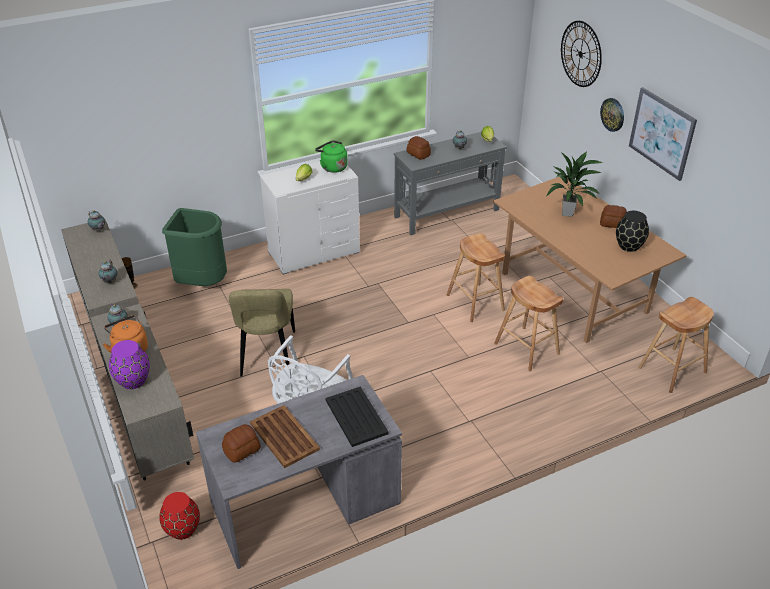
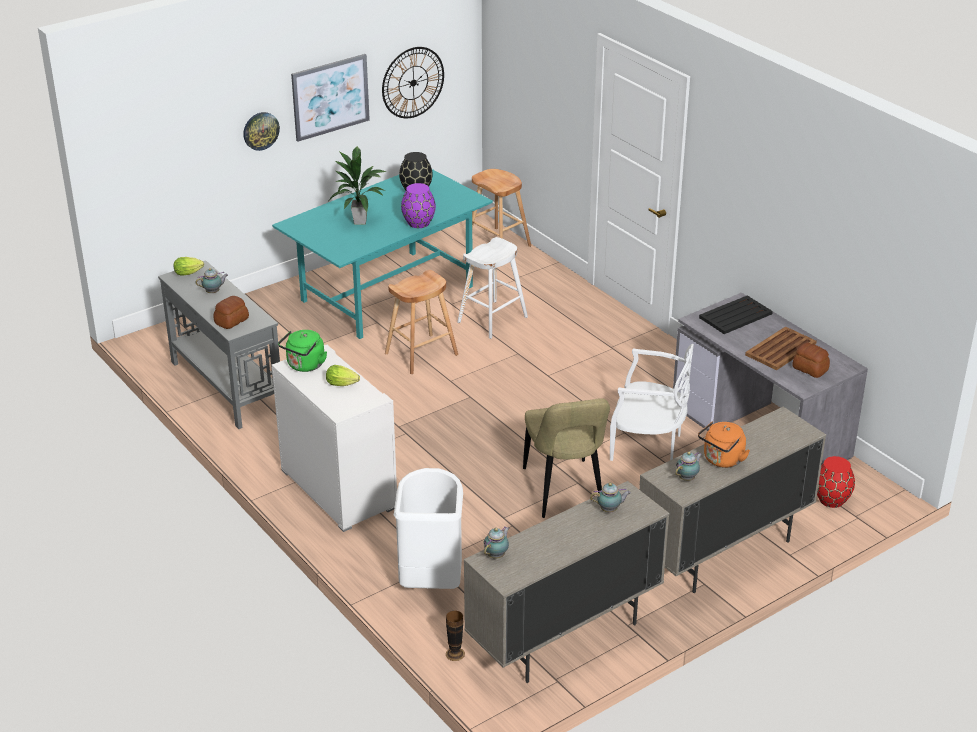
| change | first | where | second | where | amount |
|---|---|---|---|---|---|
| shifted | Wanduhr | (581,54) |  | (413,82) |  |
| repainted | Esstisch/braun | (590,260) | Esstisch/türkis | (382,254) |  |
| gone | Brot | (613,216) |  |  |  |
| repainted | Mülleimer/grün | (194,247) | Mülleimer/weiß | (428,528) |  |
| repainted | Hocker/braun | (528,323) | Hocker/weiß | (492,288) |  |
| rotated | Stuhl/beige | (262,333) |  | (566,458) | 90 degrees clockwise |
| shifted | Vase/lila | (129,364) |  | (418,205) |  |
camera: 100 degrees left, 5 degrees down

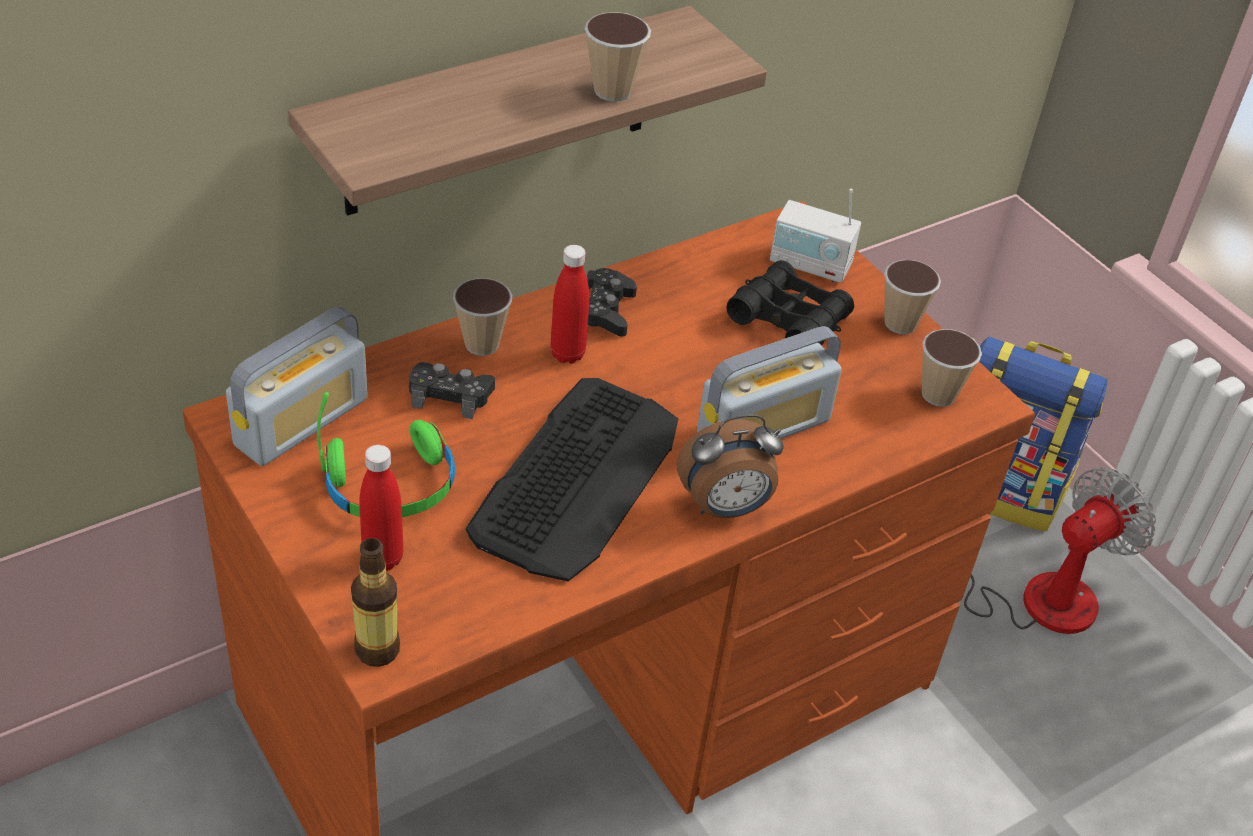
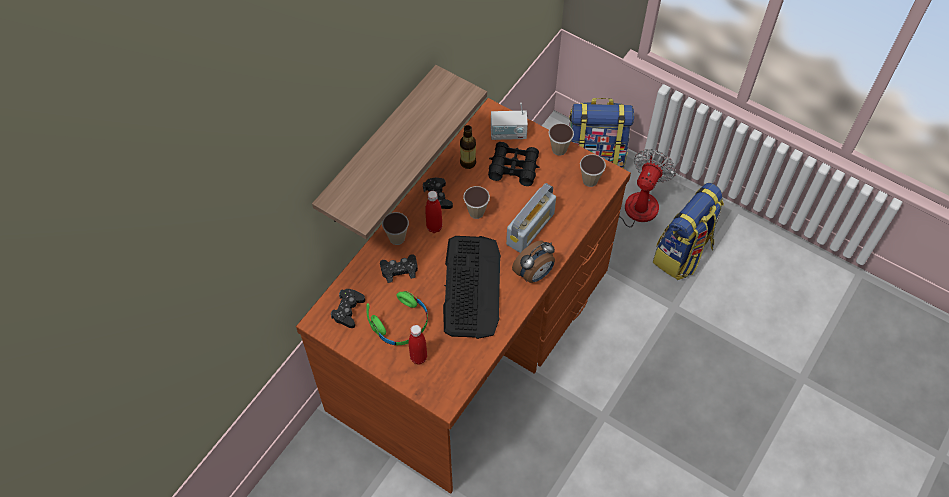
| change | first | where | second | where | amount |
|---|---|---|---|---|---|
| shifted | Tasse | (618,57) |  | (476,202) |  |
| swapped | Radio | (297,386) | Gamepad/schwarz | (348,308) |  |
| shifted | Flasche | (375,602) |  | (468,147) |  |
| new |  |  | Rucksack | (688,231) |  |
camera: 20 degrees left, 15 degrees up

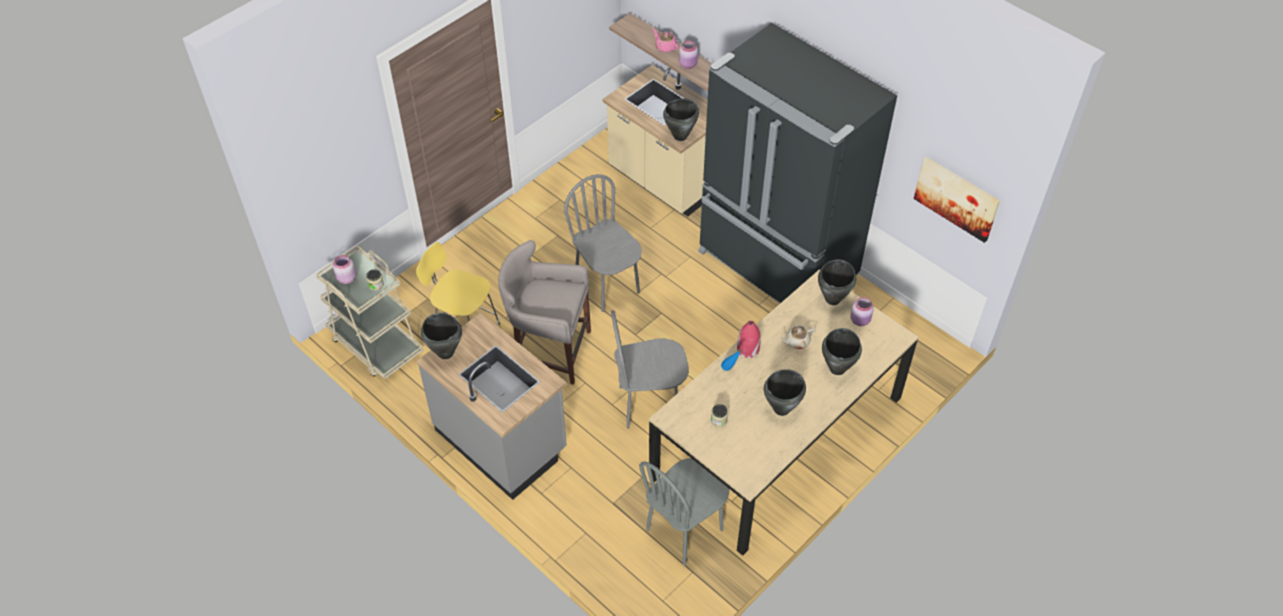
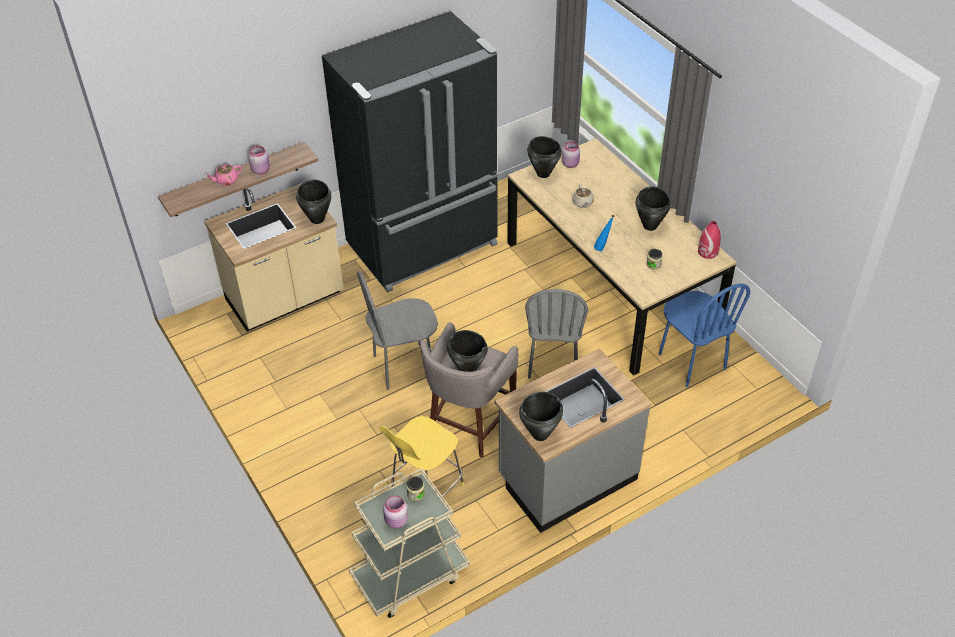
| change | first | where | second | where | amount |
|---|---|---|---|---|---|
| gone | Bild | (957,200) |  |  |  |
| shifted | Vase/rot | (749,339) |  | (709,240) |  |
| shifted | Kochtopf/schwarz | (842,351) |  | (467,351) |  |
| repainted | Stuhl/grau | (684,512) | Stuhl/blau | (704,335) |  |
camera: 75 degrees left, 5 degrees down

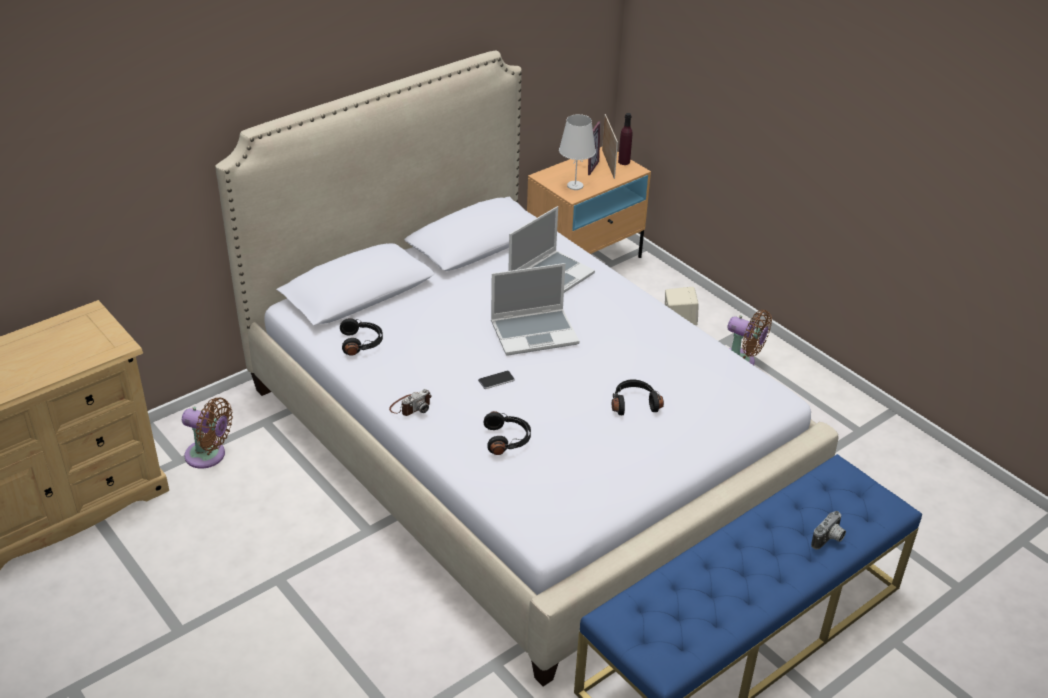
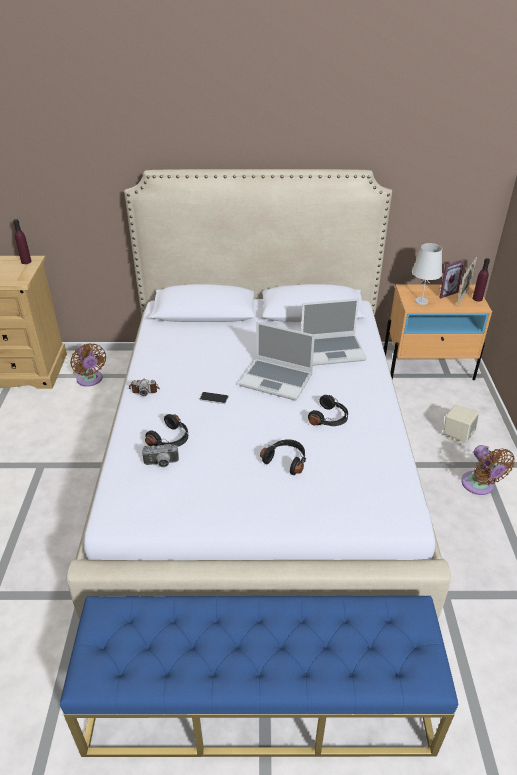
| change | first | where | second | where | amount |
|---|---|---|---|---|---|
| shifted | Kopfhörer/schwarz | (361,337) |  | (328,410) |  |
| shifted | Kamera | (828,530) |  | (160,455) |  |
| new |  |  | Flasche/lila | (22,241) |  |
camera: 40 degrees right, 0 degrees up

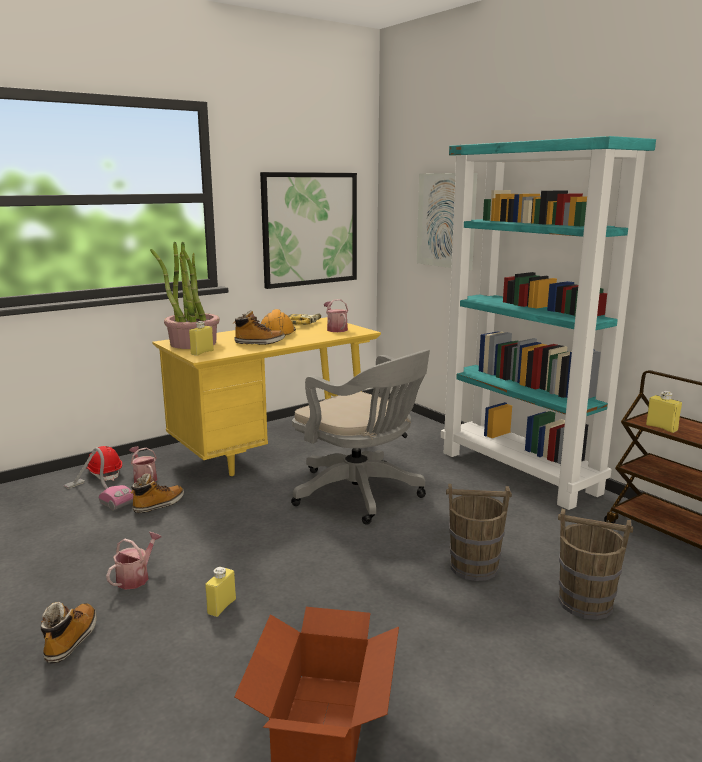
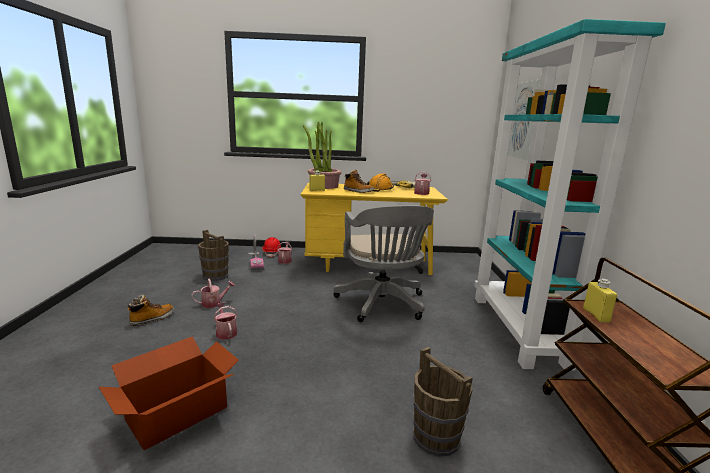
| change | first | where | second | where | amount |
|---|---|---|---|---|---|
| gone | Bild | (308,230) |  |  |  |
| gone | Stiefel | (157,493) |  |  |  |
| shifted | Eimer/braun | (479,532) |  | (213,255) |  |
| swapped | Flasche/gelb | (220,592) | Gießkanne | (226,321) |  |
camera: 35 degrees right, 0 degrees up

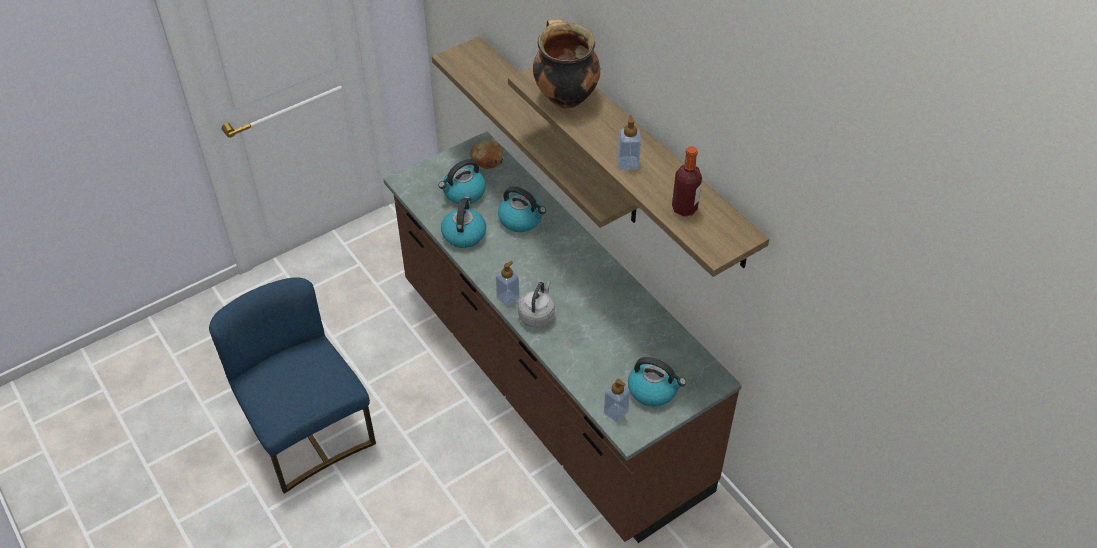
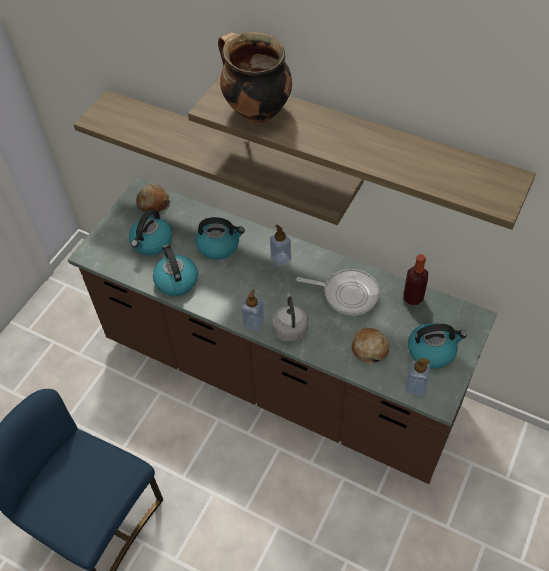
| change | first | where | second | where | amount |
|---|---|---|---|---|---|
| shifted | Seifenspender | (629,142) |  | (280,245) |  |
| shifted | Flasche | (687,181) |  | (415,279) |  |
| new |  |  | Pfanne | (338,292) |  |
| new |  |  | Brot | (370,346) |  |
camera: 25 degrees left, 5 degrees up

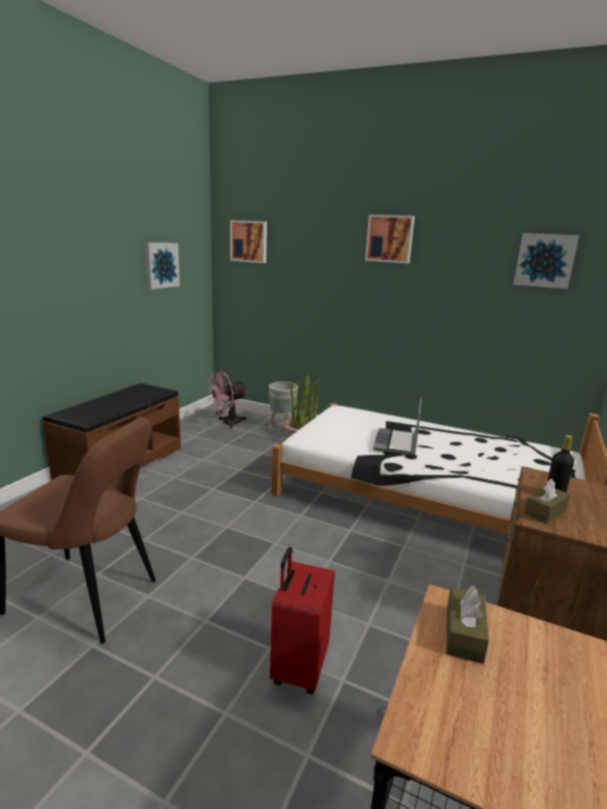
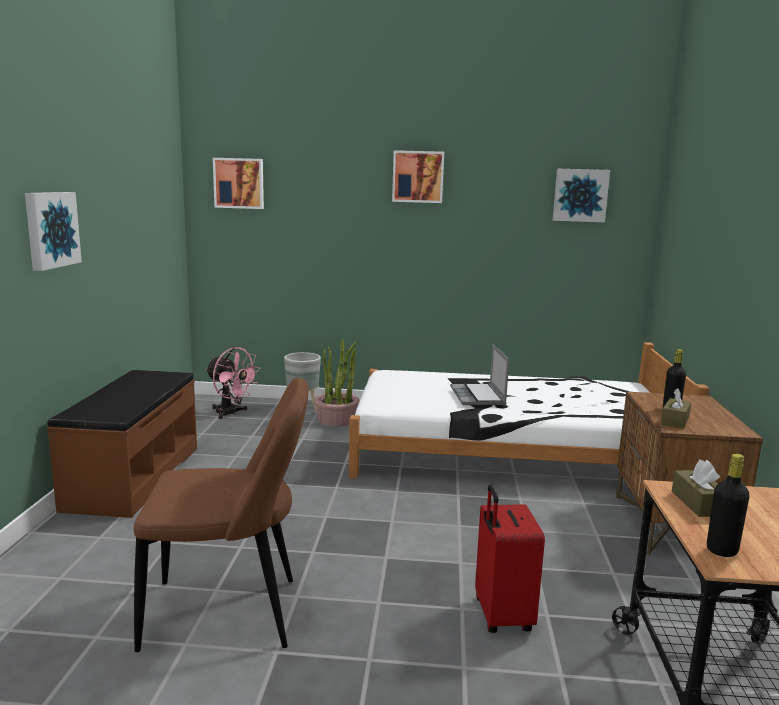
| change | first | where | second | where | amount |
|---|---|---|---|---|---|
| shifted | Bild | (162,266) |  | (53,231) |  |
| rotated | Ventilator/rosa | (227,400) |  | (233,383) | 90 degrees counterclockwise |
| new |  |  | Flasche/schwarz | (728,505) |  |
camera: 20 degrees left, 5 degrees down

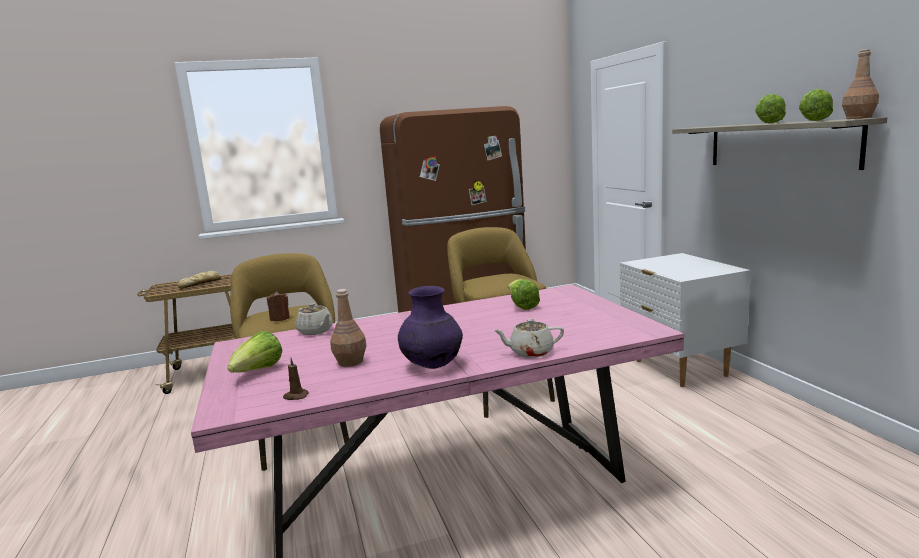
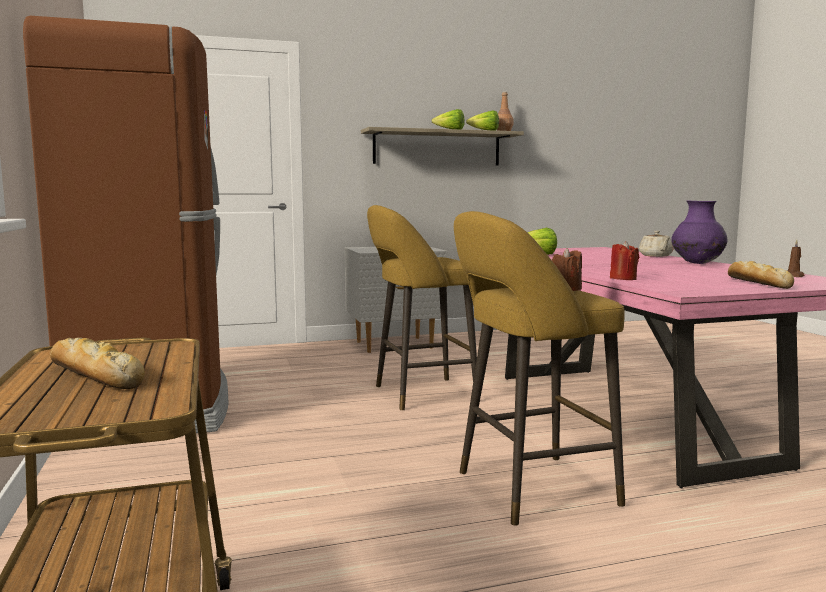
| change | first | where | second | where | amount |
|---|---|---|---|---|---|
| gone | Flasche/braun | (348,328) |  |  |  |
| swapped | Teekanne/beige | (314,319) | Kerze/rot | (624,260) |  |
| swapped | Salatkopf | (255,352) | Brot | (761,275) |  |
camera: 90 degrees left, 5 degrees down

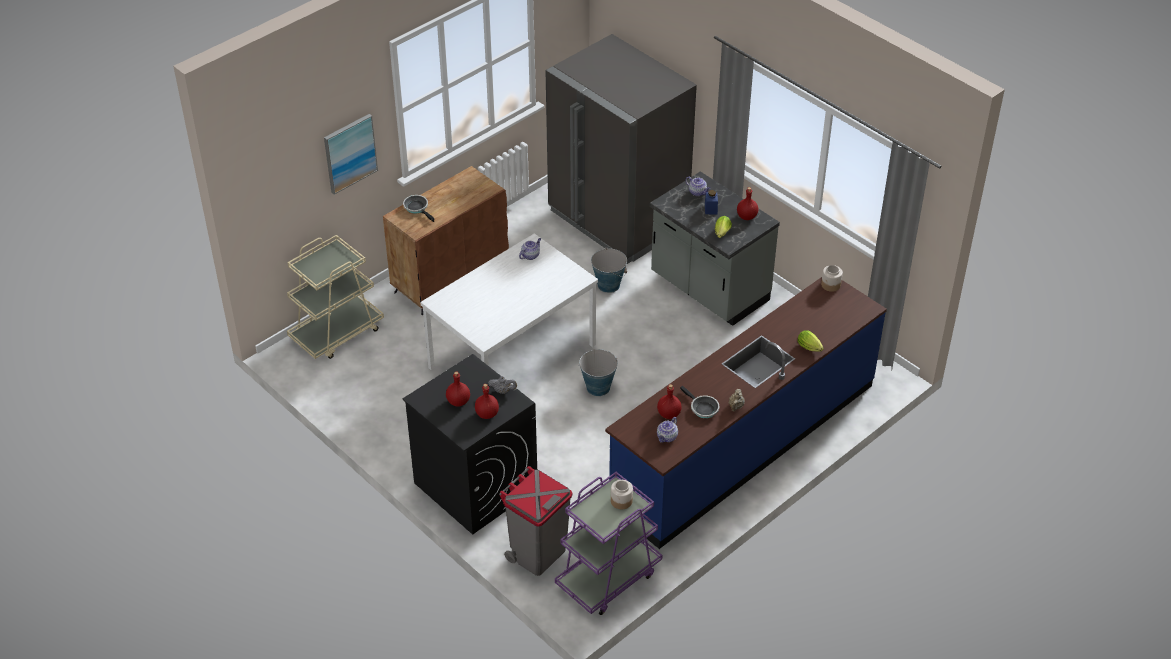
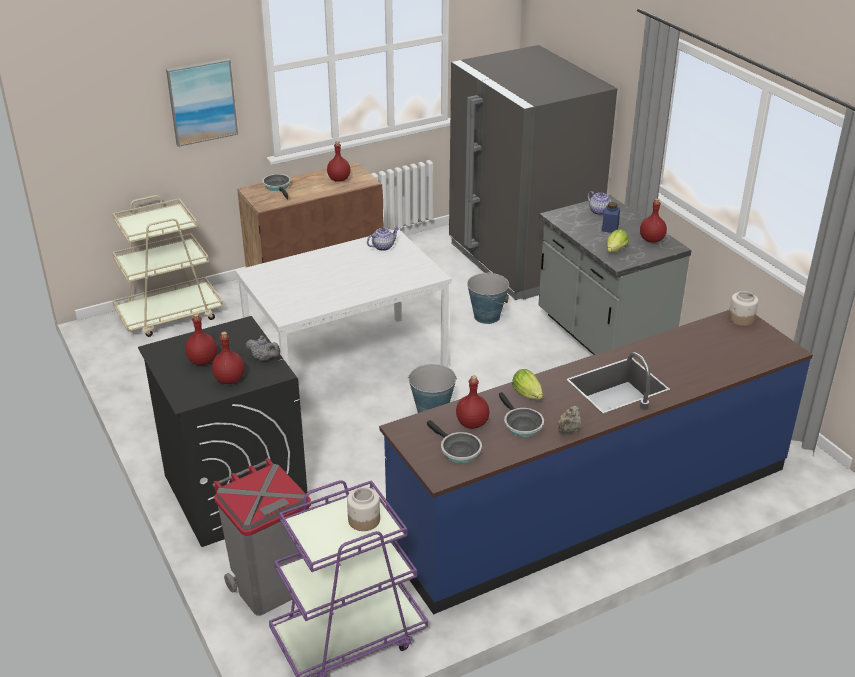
| change | first | where | second | where | amount |
|---|---|---|---|---|---|
| shifted | Salatkopf | (811,341) |  | (527,384) |  |
| swapped | Teekanne | (667,430) | Pfanne | (454,441) |  |
| new |  |  | Flasche/rot | (338,161) |  |
camera: 15 degrees right, 10 degrees down

